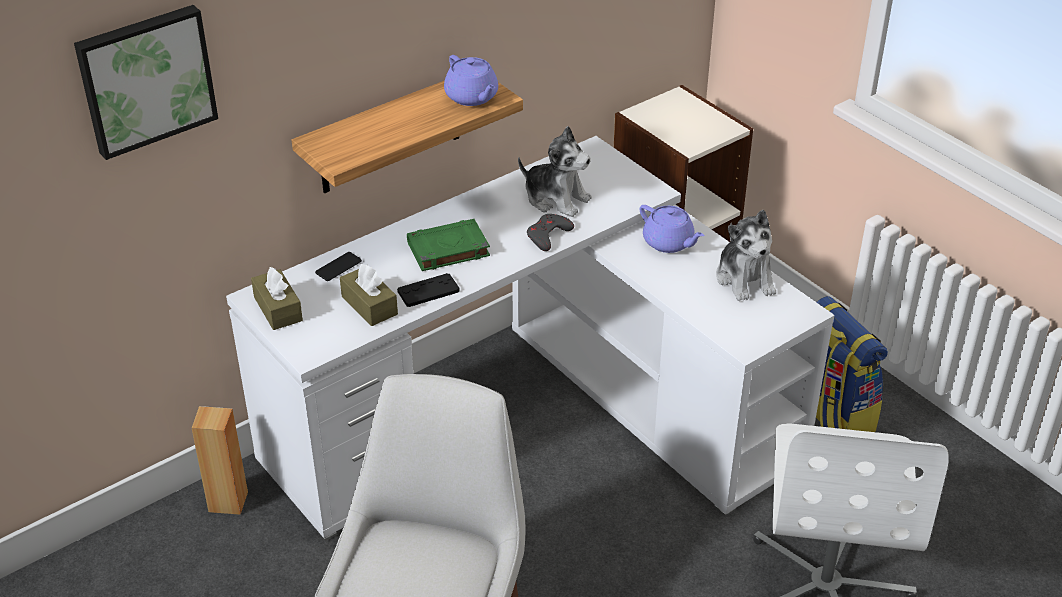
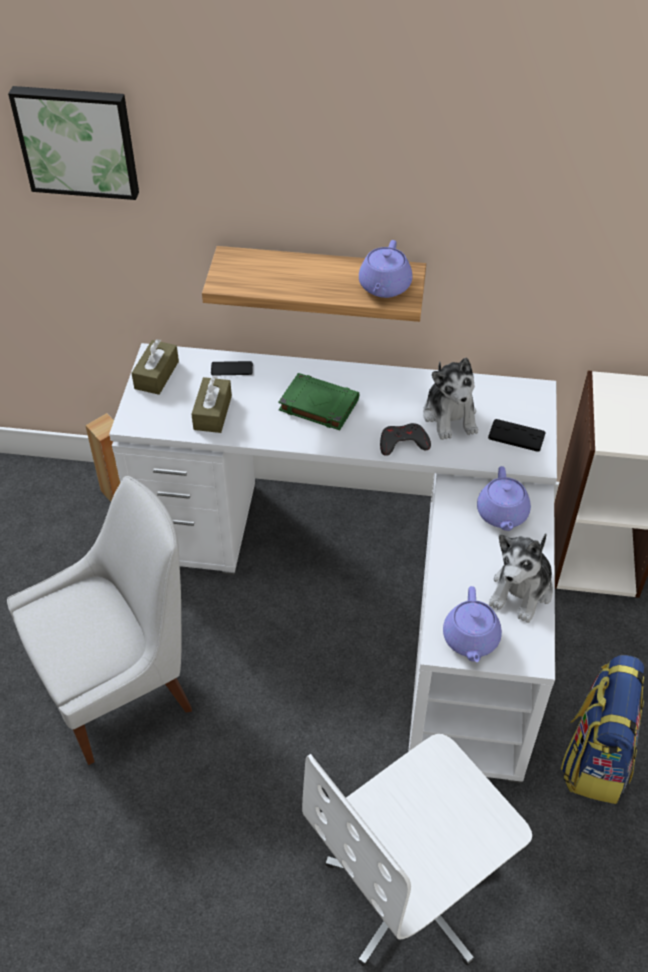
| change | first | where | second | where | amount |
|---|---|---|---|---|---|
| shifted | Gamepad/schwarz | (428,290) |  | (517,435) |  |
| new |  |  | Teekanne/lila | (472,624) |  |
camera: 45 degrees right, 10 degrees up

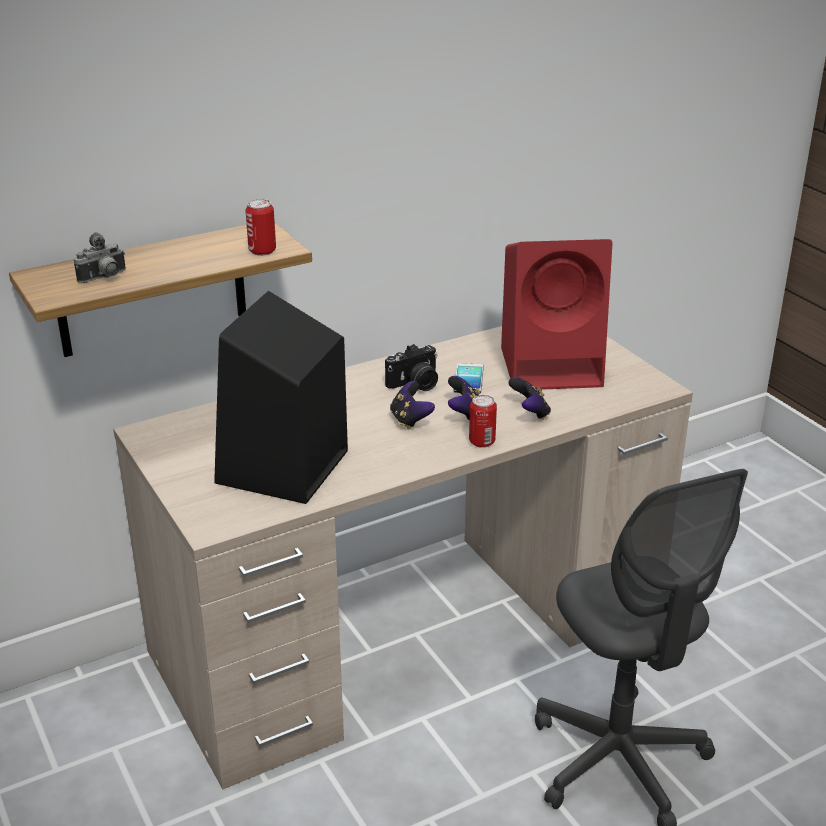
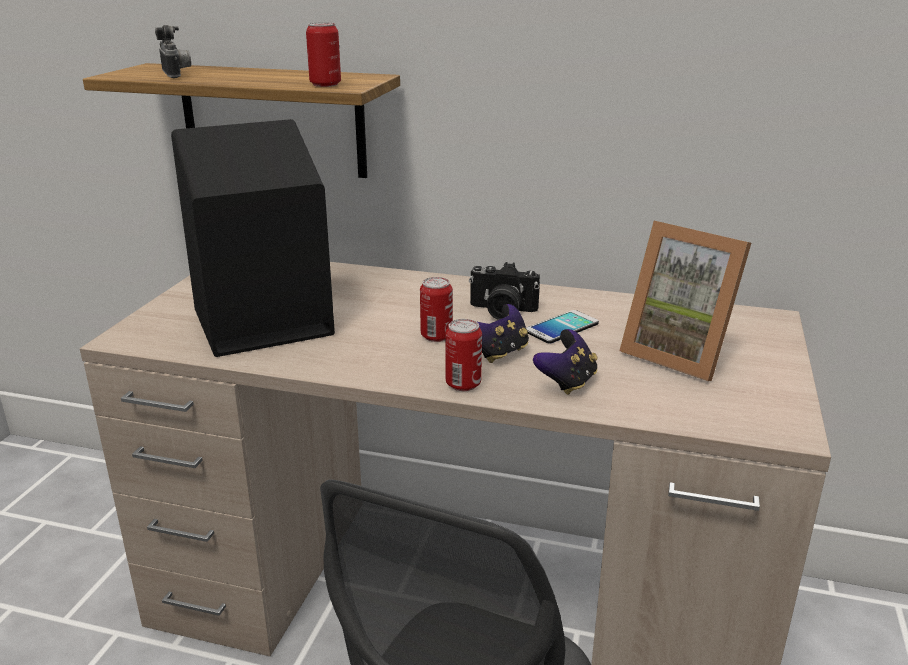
| change | first | where | second | where | amount |
|---|---|---|---|---|---|
| rotated | Kamera | (100,257) |  | (173,51) | 120 degrees counterclockwise |
| swapped | Lautsprecher/rot | (556,315) | Bilderrahmen | (685,301) |  |
| swapped | Gamepad | (412,405) | Dose | (436,309) |  |
camera: 45 degrees right, 5 degrees down

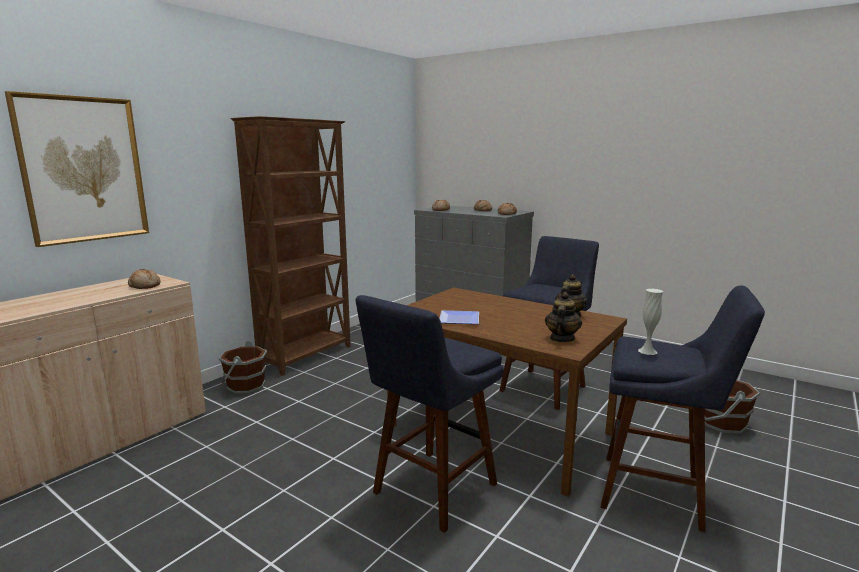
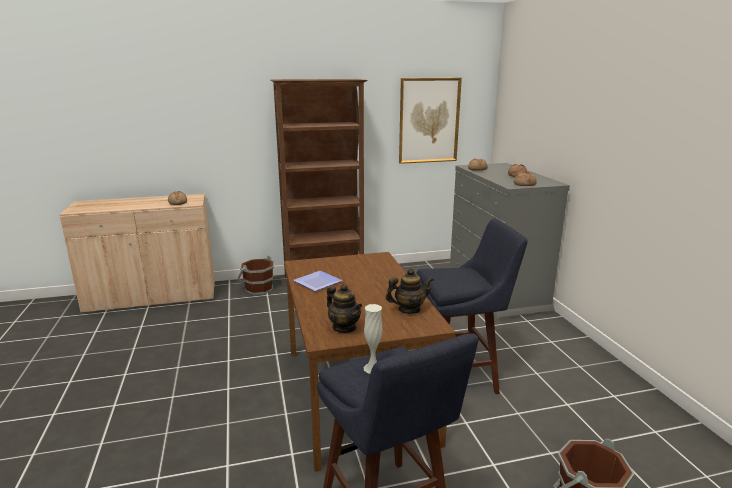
| change | first | where | second | where | amount |
|---|---|---|---|---|---|
| shifted | Bild | (77,169) |  | (430,121) |  |
| rotated | Teekanne | (563,317) |  | (344,308) | 75 degrees clockwise |
| gone | Hocker/blau | (430,414) |  |  |  |
camera: 40 degrees right, 5 degrees up

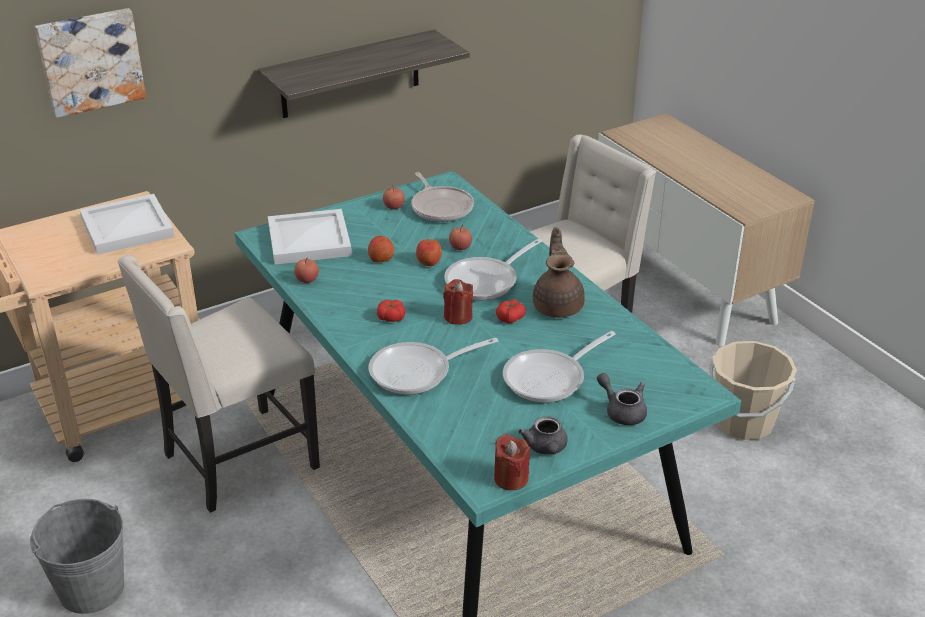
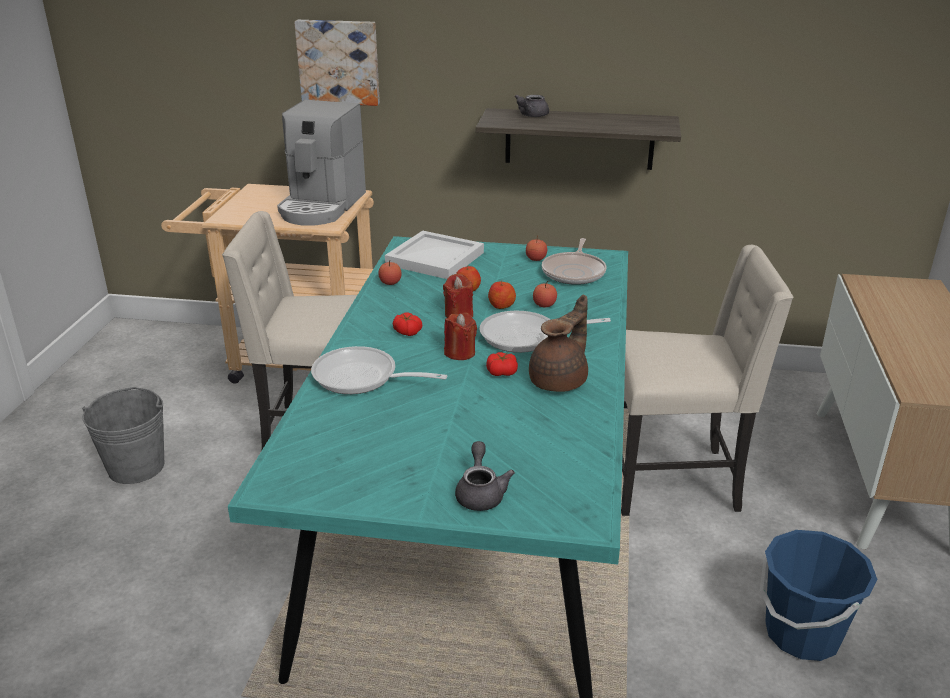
| change | first | where | second | where | amount |
|---|---|---|---|---|---|
| swapped | Tablett/weiß | (127,224) | Kaffeemaschine | (321,163) |  |
| gone | Pfanne | (559,367) |  |  |  |
| repainted | Eimer/beige | (753,390) | Eimer/blau | (818,595) |  |
| shifted | Teekanne/grau | (543,435) |  | (532,106) |  |
| shifted | Kerze/rot | (512,462) |  | (458,296) |  |
camera: 40 degrees right, 5 degrees down

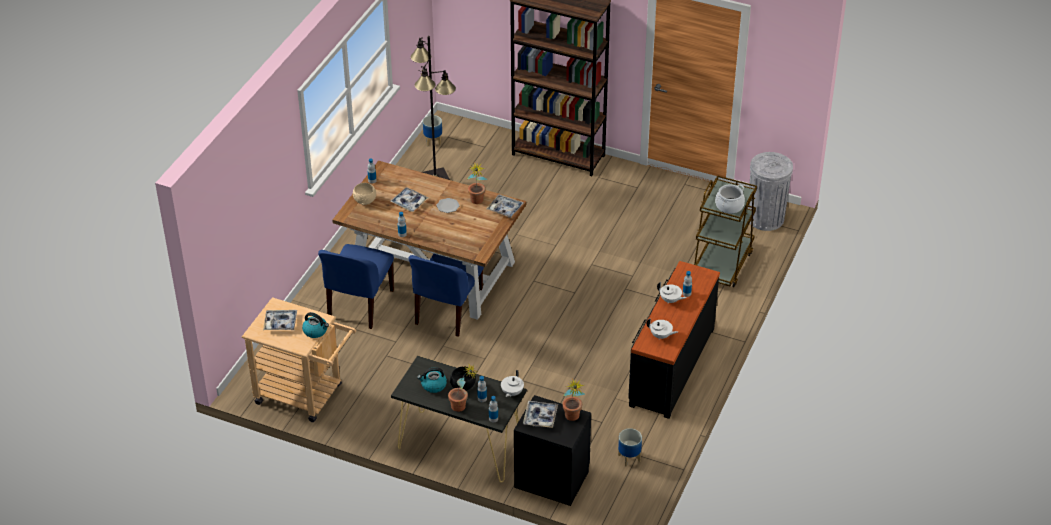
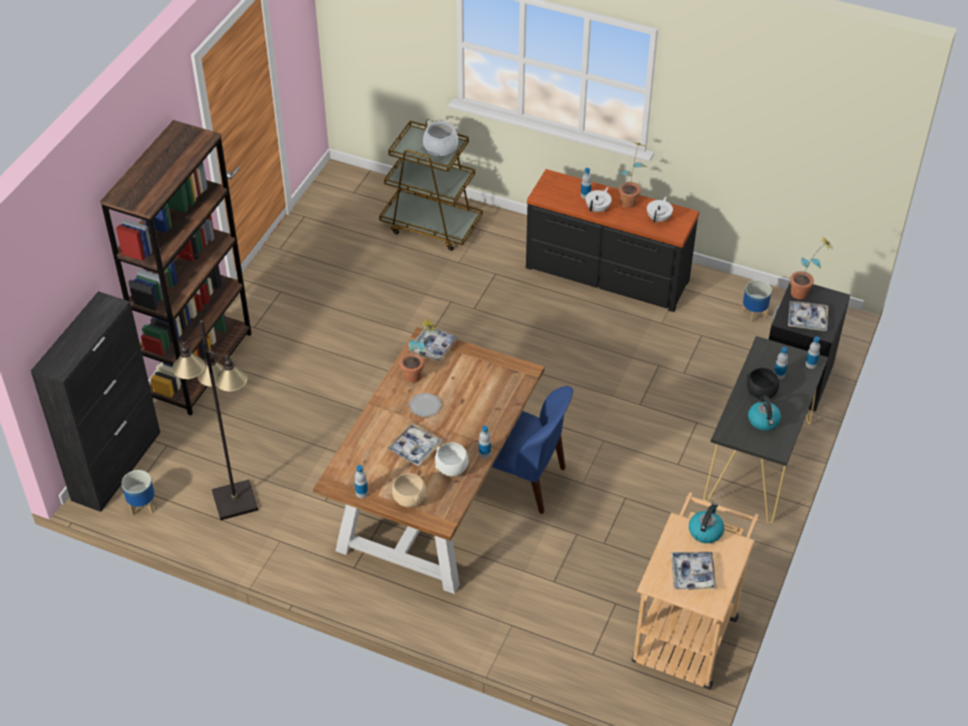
| change | first | where | second | where | amount |
|---|---|---|---|---|---|
| gone | Mülleimer/grau | (770,191) |  |  |  |
| gone | Stuhl/blau | (356,286) |  |  |  |
| shifted | Topfpflanze | (462,388) |  | (632,175) |  |
| gone | Teekanne/weiß | (512,383) |  |  |  |
| new |  |  | Schrank/schwarz | (95,401) |  |
| new |  |  | Schüssel/weiß | (452,459) |  |
camera: 90 degrees left, 5 degrees up

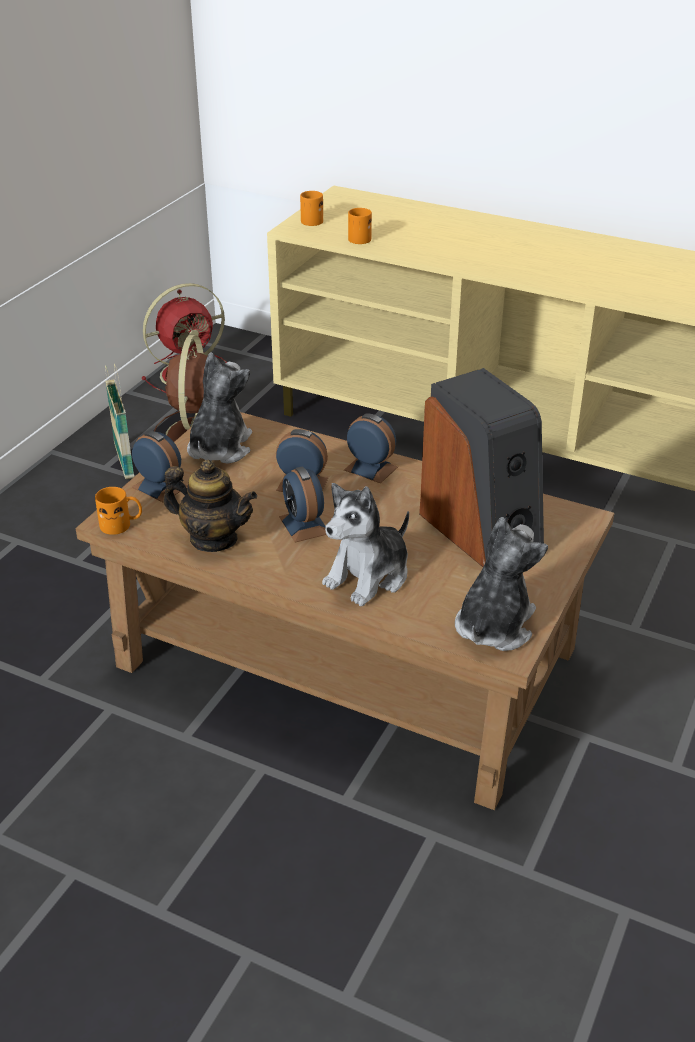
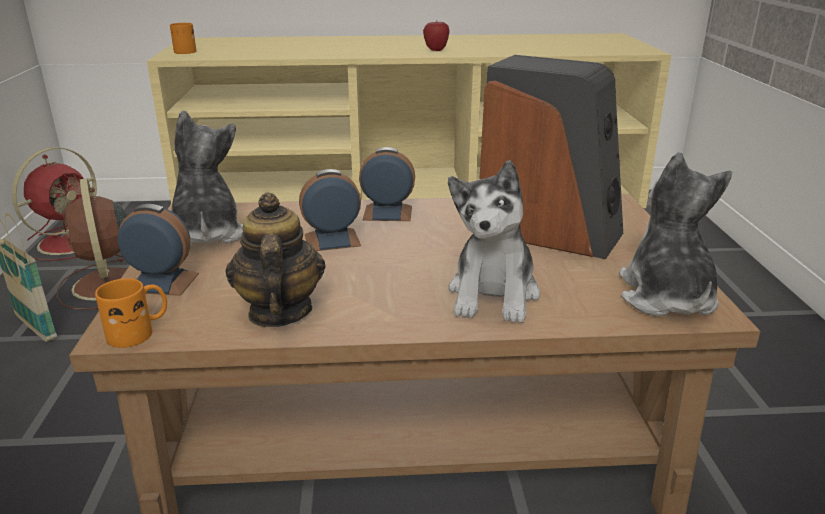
| change | first | where | second | where | amount |
|---|---|---|---|---|---|
| gone | Henkelbecher/orange | (360,226) |  |  |  |
| rotated | Teekanne | (210,506) |  | (276,259) | 90 degrees counterclockwise |
| gone | Wecker | (302,504) |  |  |  |
| new |  |  | Apfel | (436,36) |  |
camera: 30 degrees left, 10 degrees down

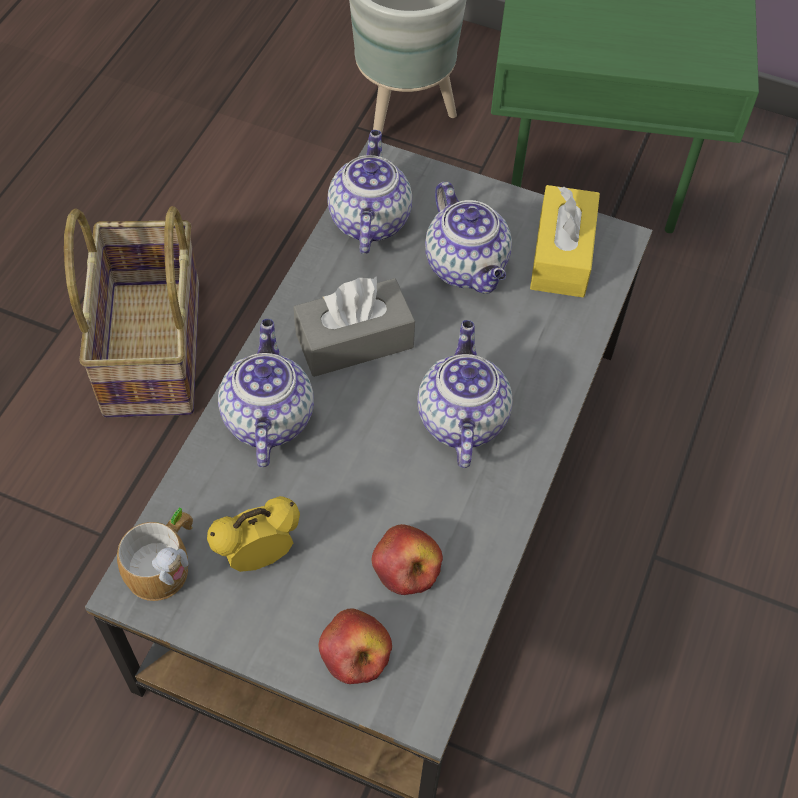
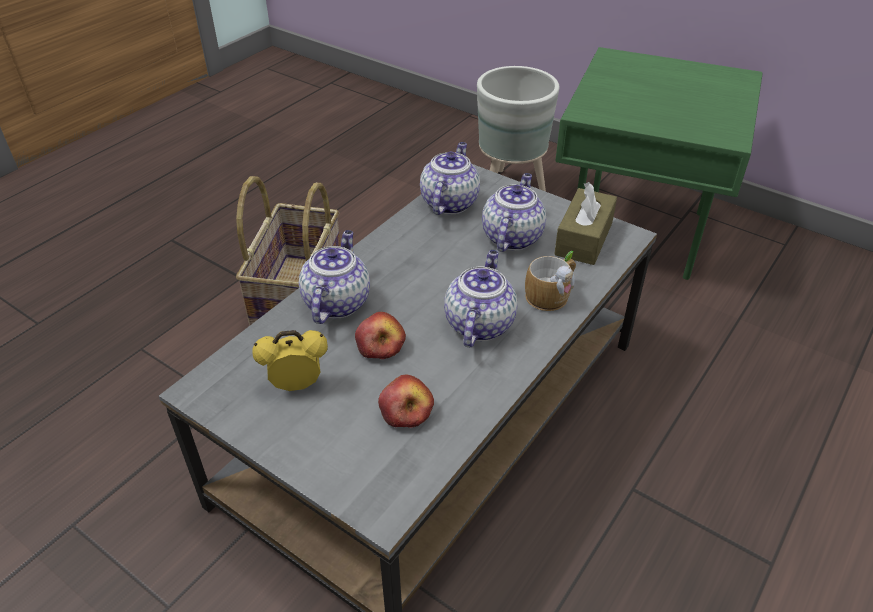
| change | first | where | second | where | amount |
|---|---|---|---|---|---|
| rotated | Teekanne | (468,238) |  | (514,212) | 150 degrees counterclockwise |
| repainted | Taschentuchbox/gelb | (565,241) | Taschentuchbox/braun | (585,223) |  |
| gone | Taschentuchbox/grau | (354,326) |  |  |  |
| shifted | Henkelbecher | (155,554) |  | (550,281) |  |
| shifted | Apfel | (355,646) |  | (380,335) |  |
camera: 15 degrees right, 15 degrees down

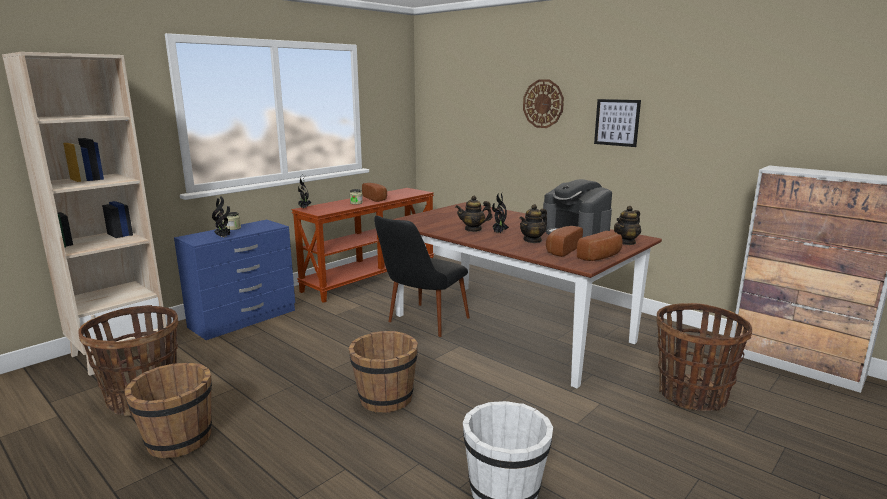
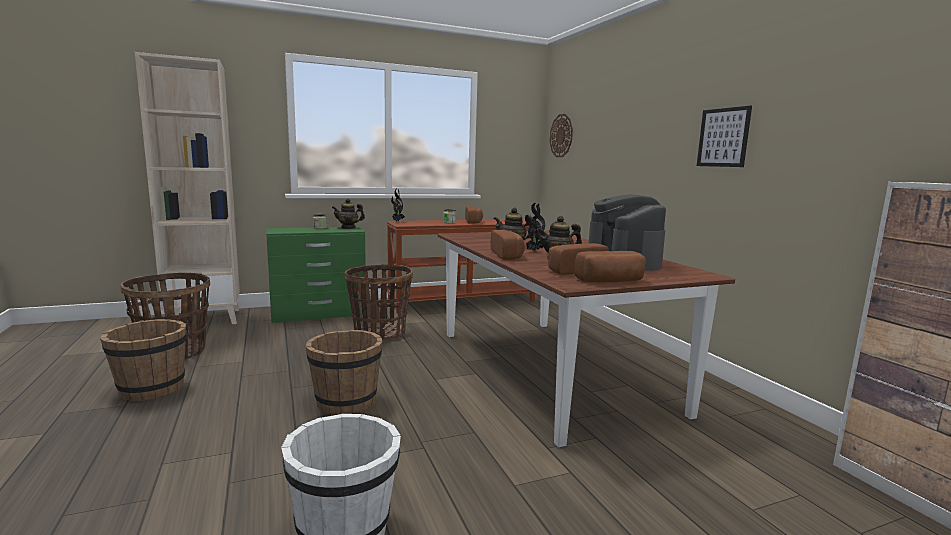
| change | first | where | second | where | amount |
|---|---|---|---|---|---|
| shifted | Wanduhr | (543,103) |  | (561,135) |  |
| gone | Topfpflanze | (221,217) |  |  |  |
| shifted | Teekanne | (627,225) |  | (348,214) |  |
| gone | Stuhl/schwarz | (422,276) |  |  |  |
| repainted | Kommode/blau | (234,280) | Kommode/grün | (316,275) |  |
| shifted | Korb | (704,357) |  | (379,303) |  |
| new |  |  | Brot | (508,245) |  |
camera: 25 degrees right, 5 degrees down

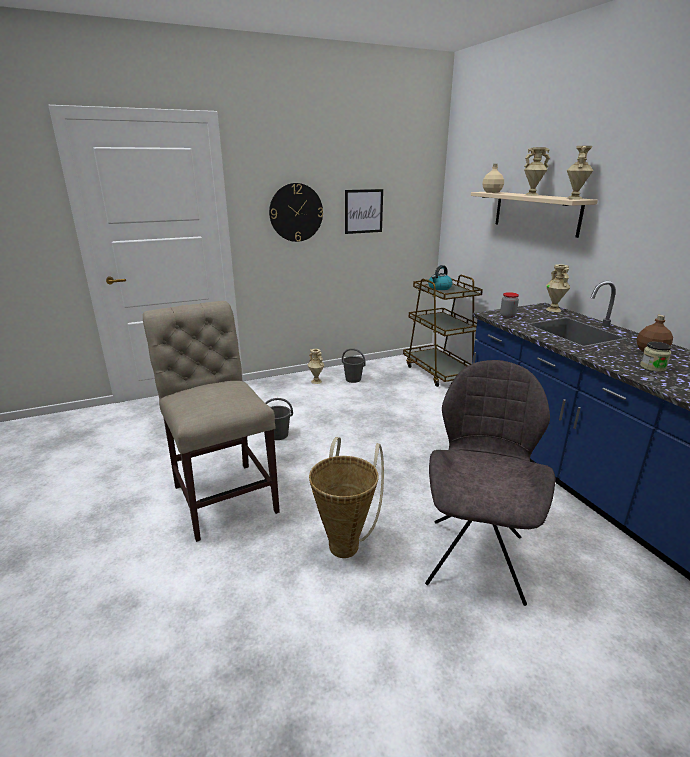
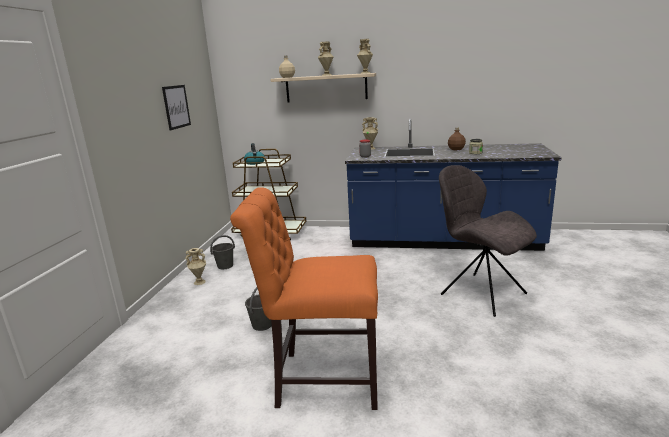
| change | first | where | second | where | amount |
|---|---|---|---|---|---|
| gone | Wanduhr | (296,212) |  |  |  |
| repainted | Stuhl/beige | (211,421) | Stuhl/orange | (304,298) |  |
| gone | Korb | (346,497) |  |  |  |
camera: 55 degrees left, 5 degrees down

